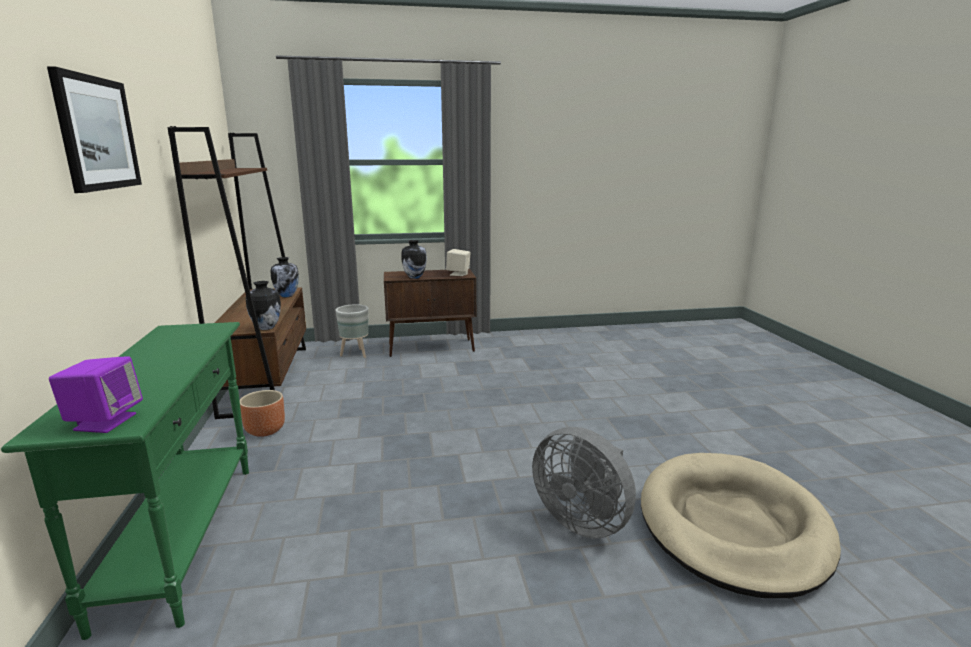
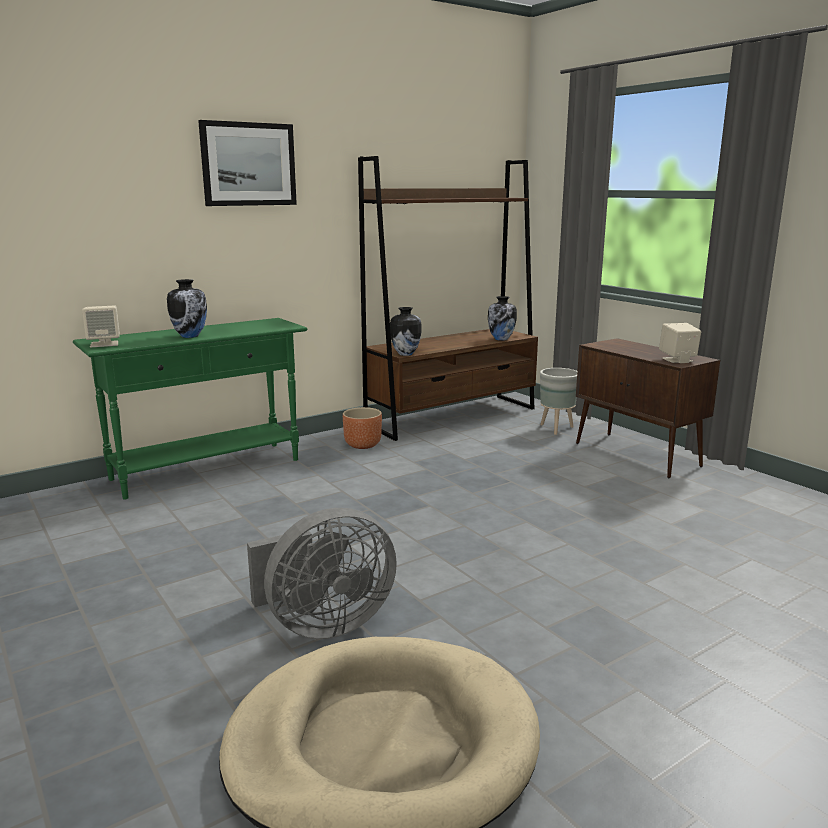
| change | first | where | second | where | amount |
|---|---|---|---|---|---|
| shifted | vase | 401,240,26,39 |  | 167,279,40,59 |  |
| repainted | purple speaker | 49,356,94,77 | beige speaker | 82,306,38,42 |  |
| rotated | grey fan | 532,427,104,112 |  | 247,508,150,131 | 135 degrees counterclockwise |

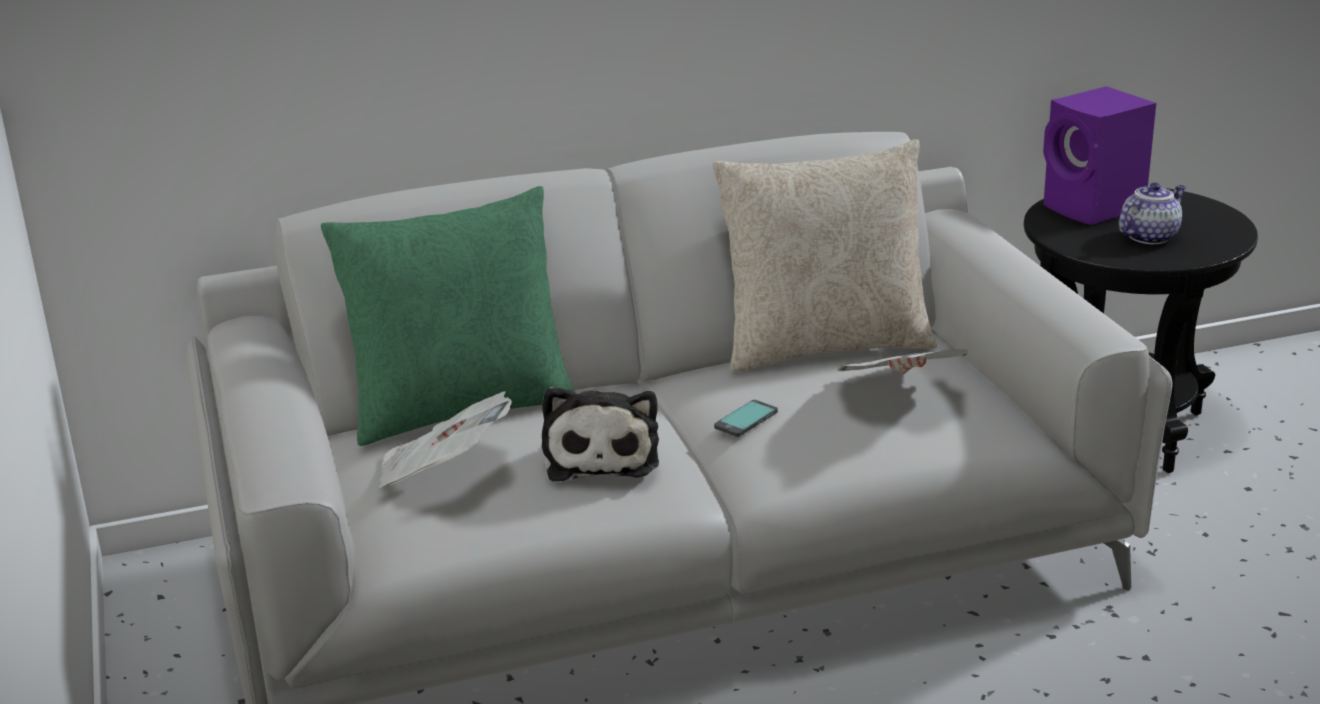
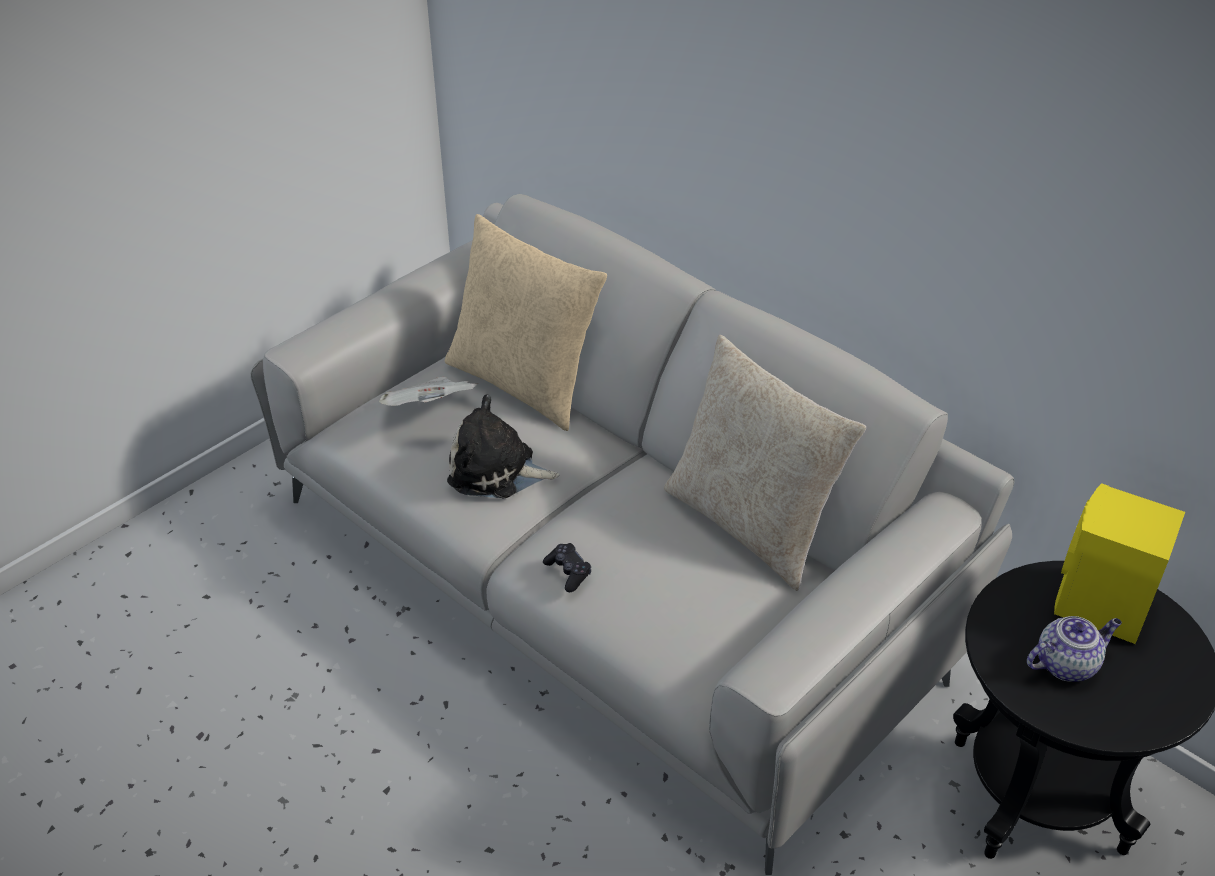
| change | first | where | second | where | amount |
|---|---|---|---|---|---|
| gone | phone | 714,400,64,37 |  |  |  |
| gone | newspaper | 837,349,131,25 |  |  |  |
| new |  |  | black game controller | 543,543,48,49 |  |
| repainted | green pillow | 321,186,254,260 | beige pillow | 445,214,162,217 |  |
| repainted | purple speaker | 1043,86,113,139 | yellow speaker | 1054,483,131,161 |  |
| rotated | plush toy | 542,387,117,95 |  | 447,395,112,104 | 45 degrees clockwise |
| rotated | teapot | 1119,182,67,62 |  | 1027,616,95,66 | 45 degrees counterclockwise |

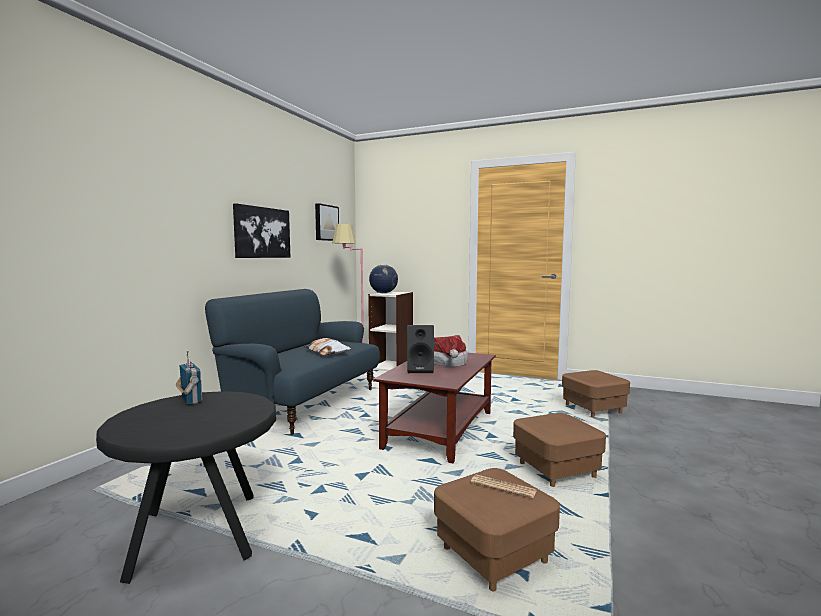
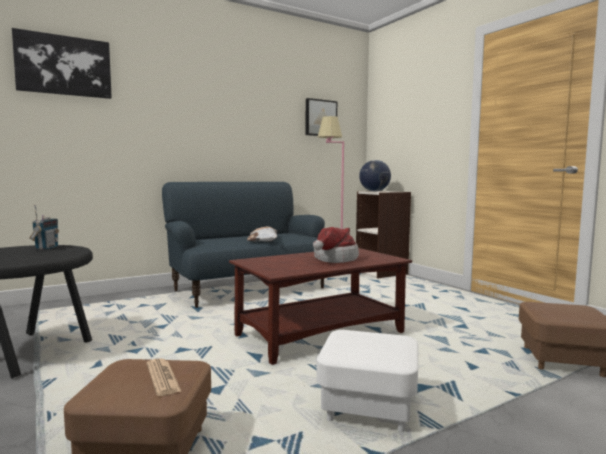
| change | first | where | second | where | amount |
|---|---|---|---|---|---|
| gone | black speaker | 407,325,27,48 |  |  |  |
| shifted | picture | 233,203,57,55 |  | 12,28,100,71 |  |
| repainted | brown ottoman | 513,413,93,74 | white ottoman | 316,330,102,102 |  |

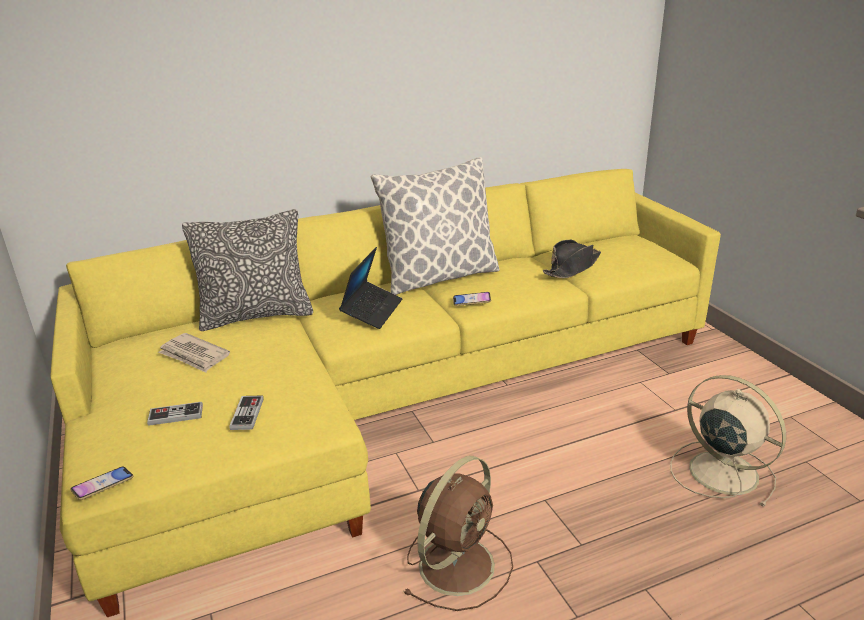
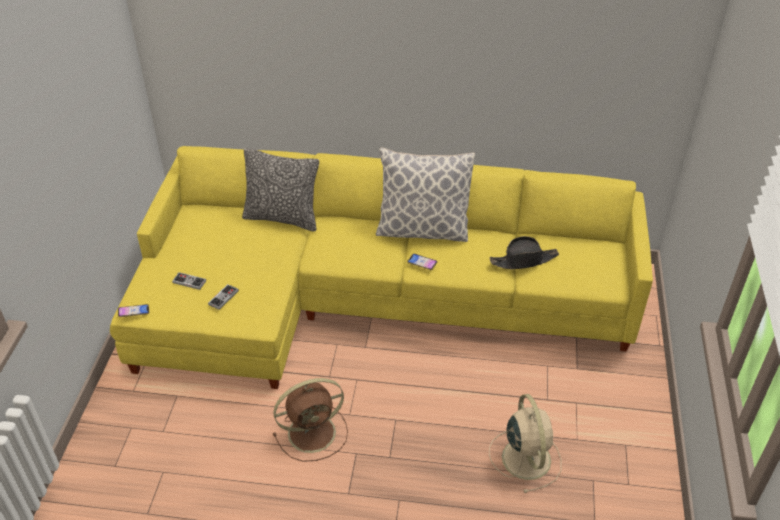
| change | first | where | second | where | amount |
|---|---|---|---|---|---|
| gone | newspaper | 158,333,72,40 |  |  |  |
| gone | laptop | 339,247,63,82 |  |  |  |

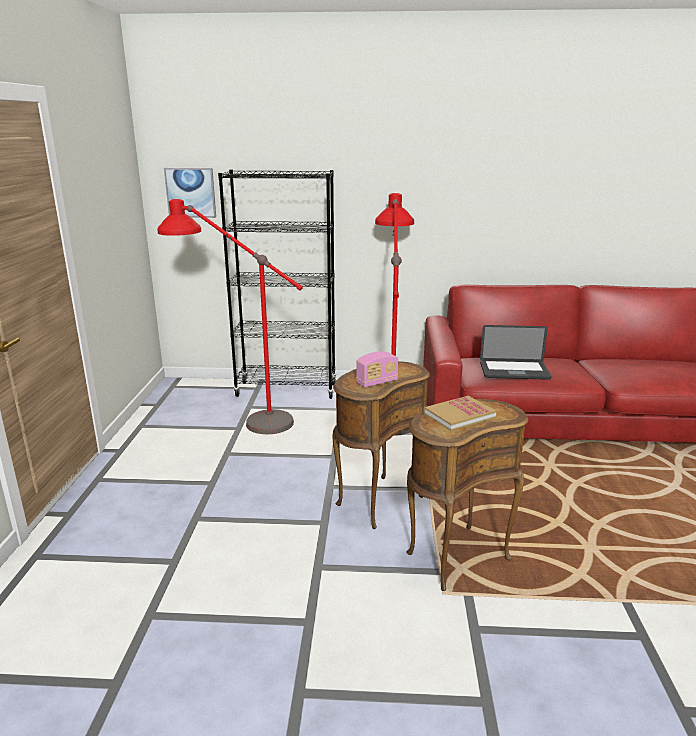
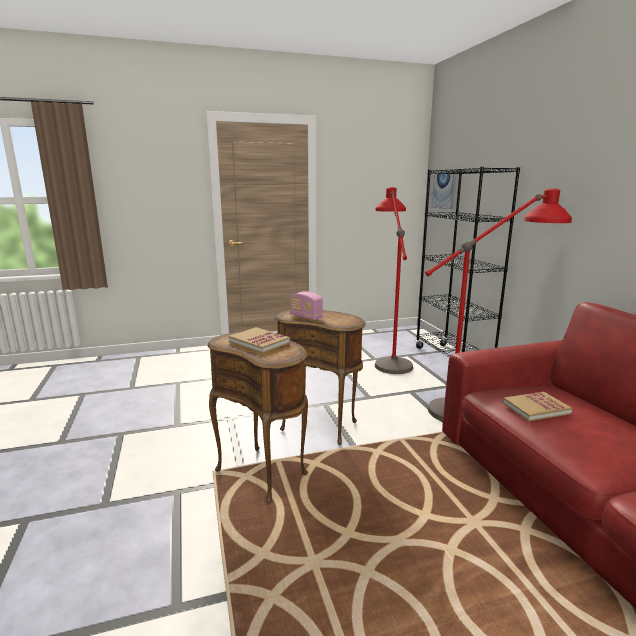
| change | first | where | second | where | amount |
|---|---|---|---|---|---|
| swapped | laptop | 480,325,72,55 | book | 503,392,69,29 |  |

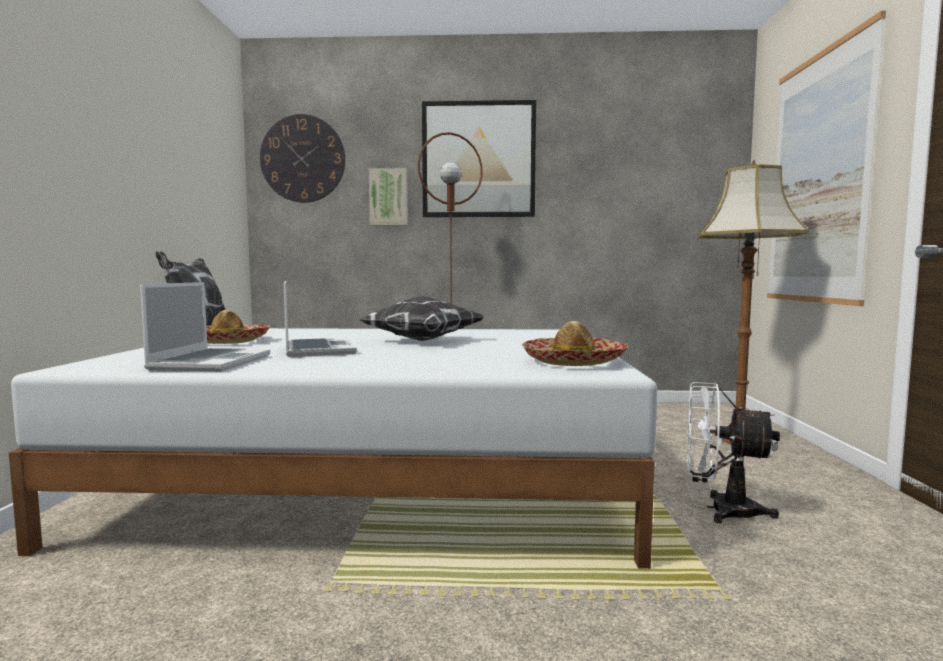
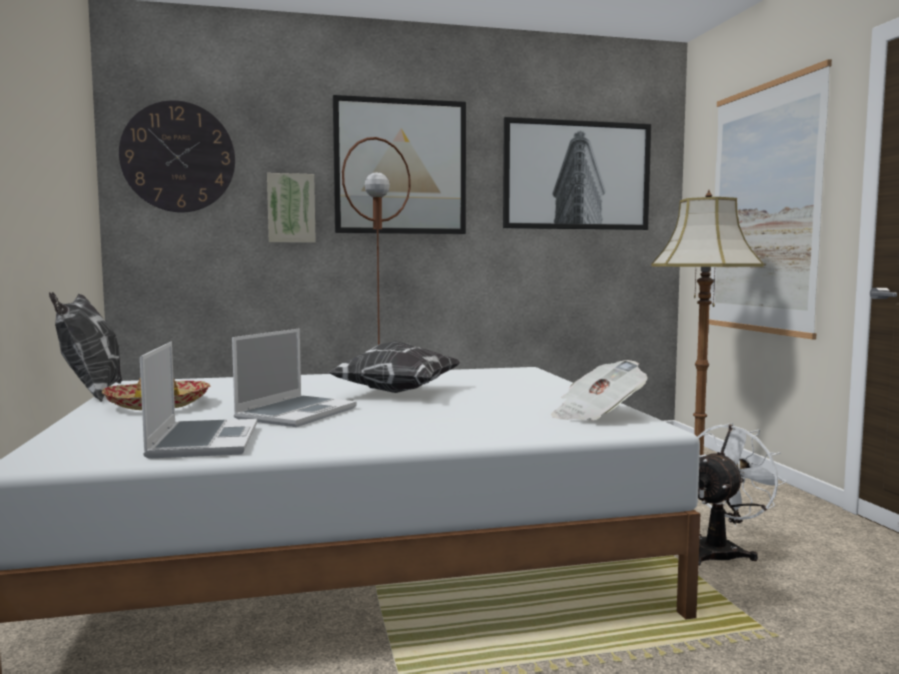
| change | first | where | second | where | amount |
|---|---|---|---|---|---|
| new |  |  | picture | 503,117,148,113 |  |
| swapped | hat | 522,321,106,45 | newspaper | 551,360,97,60 |  |
| rotated | laptop | 284,281,73,76 |  | 232,329,125,98 | 60 degrees clockwise |
| rotated | white fan | 687,382,93,141 |  | 697,423,90,143 | 135 degrees clockwise |

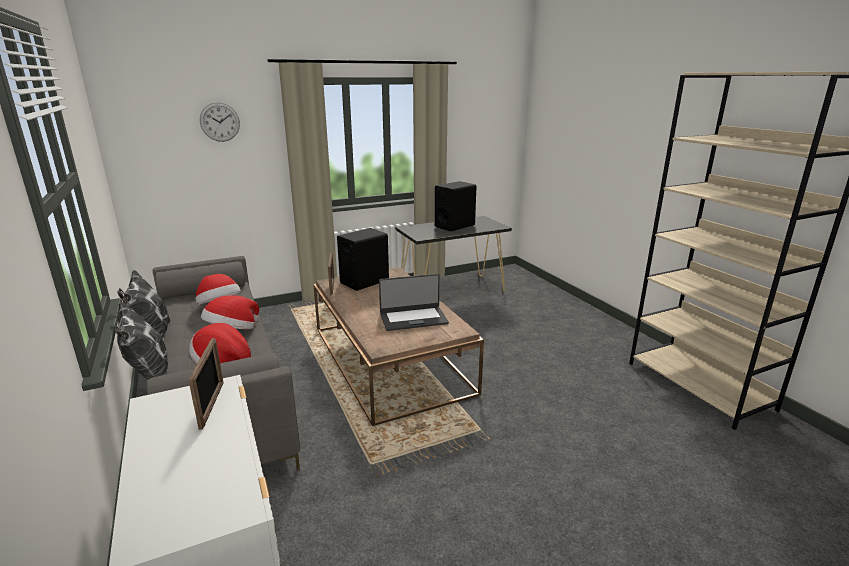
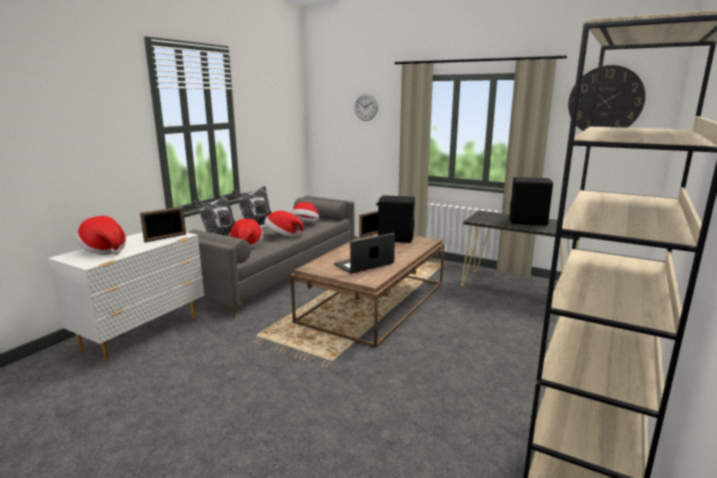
| change | first | where | second | where | amount |
|---|---|---|---|---|---|
| new |  |  | hat | 76,216,50,39 |  |
| new |  |  | wall clock | 568,65,77,66 |  |
| rotated | laptop | 379,274,70,57 |  | 334,233,61,41 | 105 degrees clockwise |

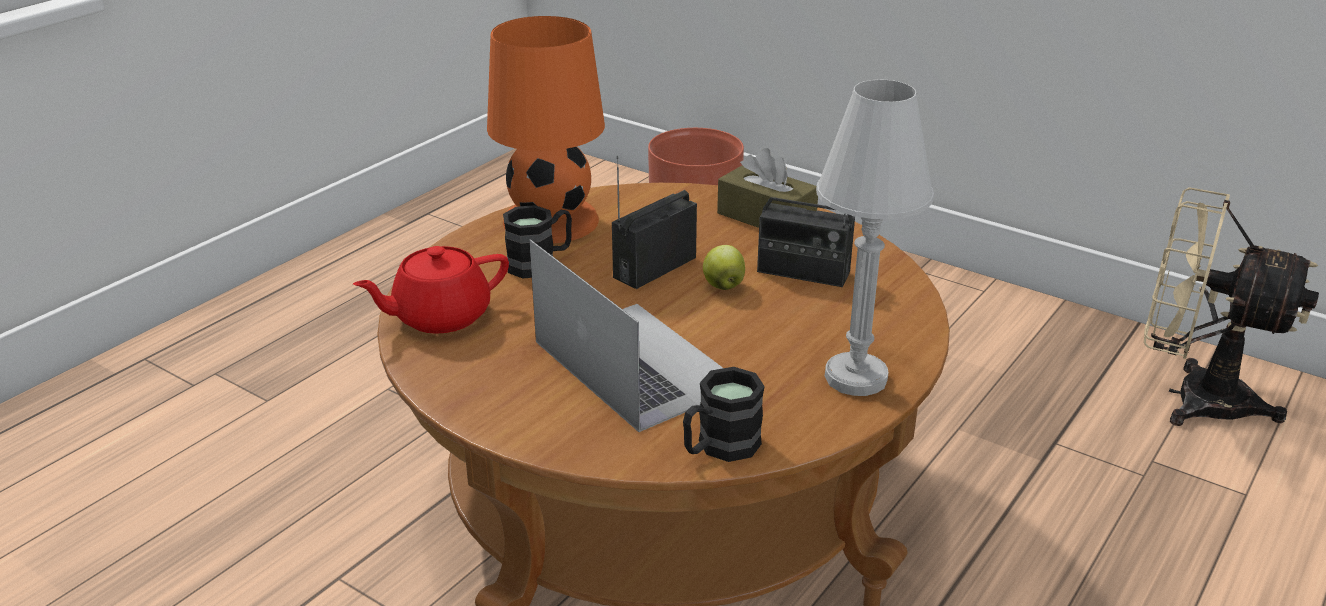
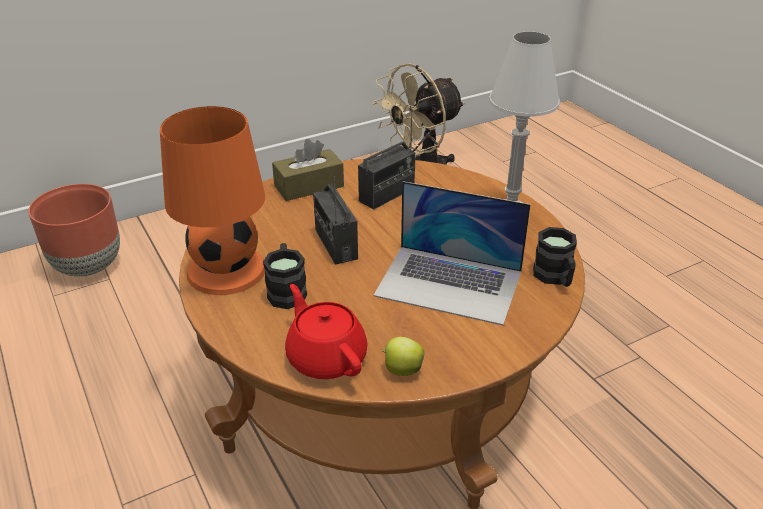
| change | first | where | second | where | amount |
|---|---|---|---|---|---|
| shifted | apple | 703,245,42,45 |  | 382,337,43,39 |  |
| rotated | red teapot | 353,246,156,88 |  | 285,284,83,95 | 150 degrees clockwise |
| rotated | laptop | 529,239,194,193 |  | 373,181,158,144 | 150 degrees counterclockwise |

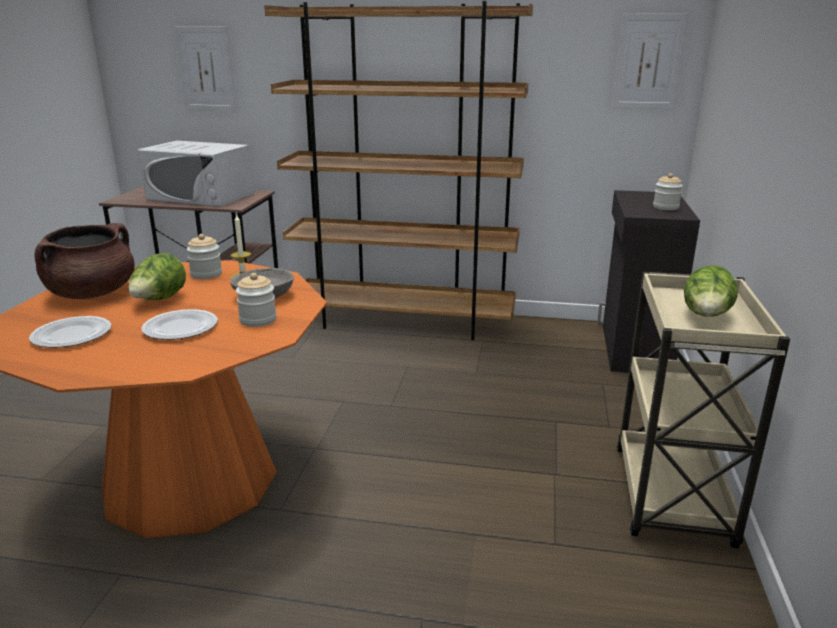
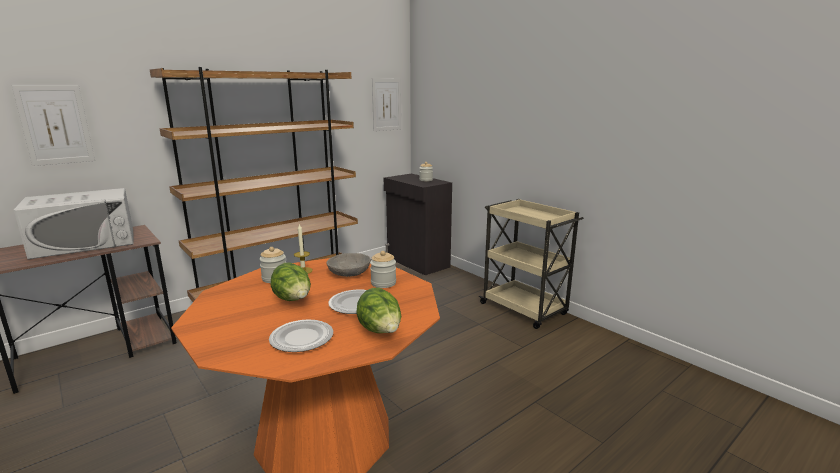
| change | first | where | second | where | amount |
|---|---|---|---|---|---|
| gone | brown cooking pot | 34,223,101,76 |  |  |  |
| shifted | lettuce | 684,265,54,52 |  | 356,287,45,46 |  |

